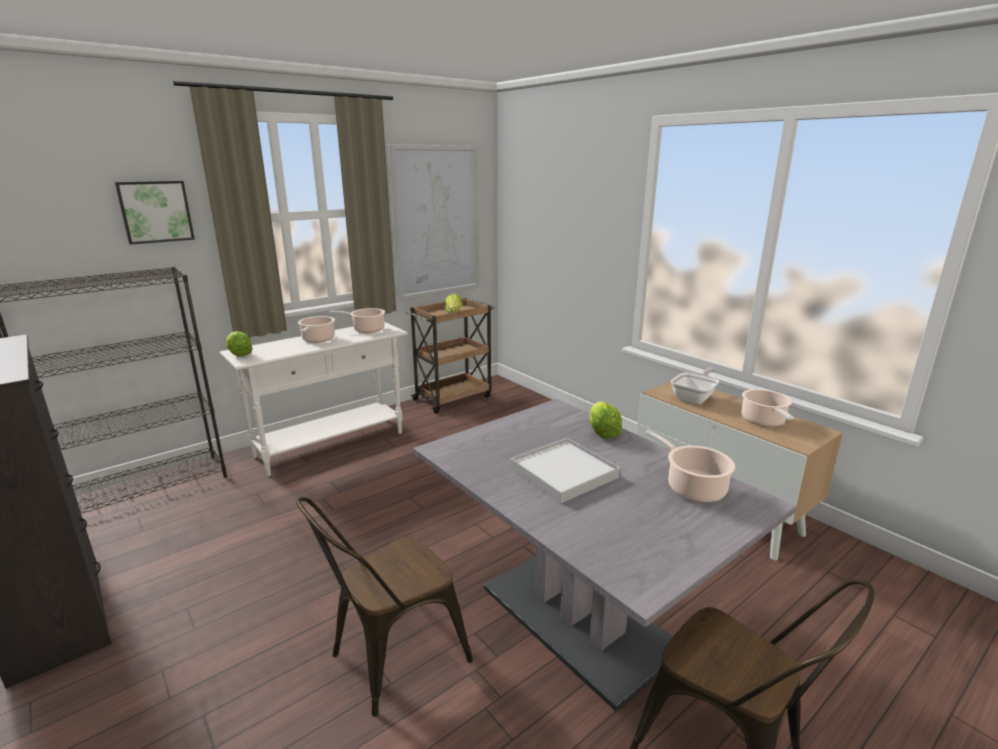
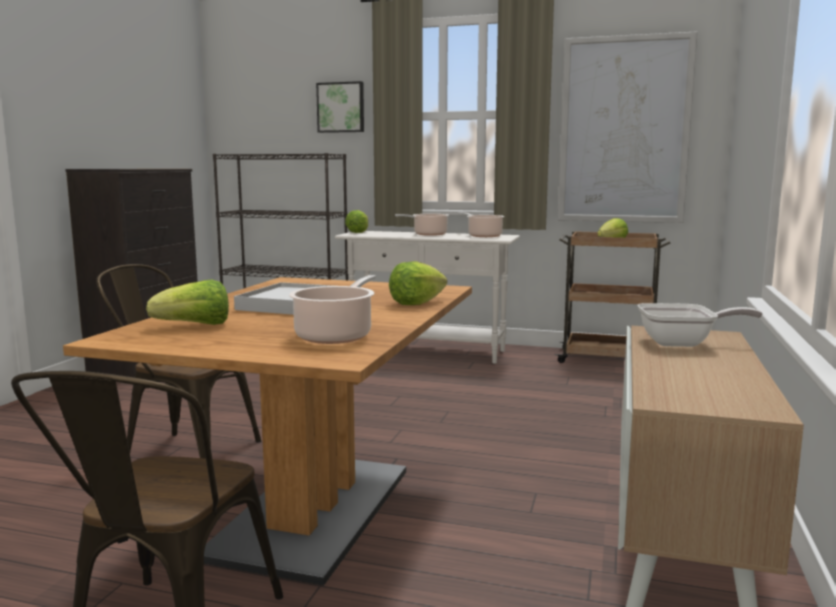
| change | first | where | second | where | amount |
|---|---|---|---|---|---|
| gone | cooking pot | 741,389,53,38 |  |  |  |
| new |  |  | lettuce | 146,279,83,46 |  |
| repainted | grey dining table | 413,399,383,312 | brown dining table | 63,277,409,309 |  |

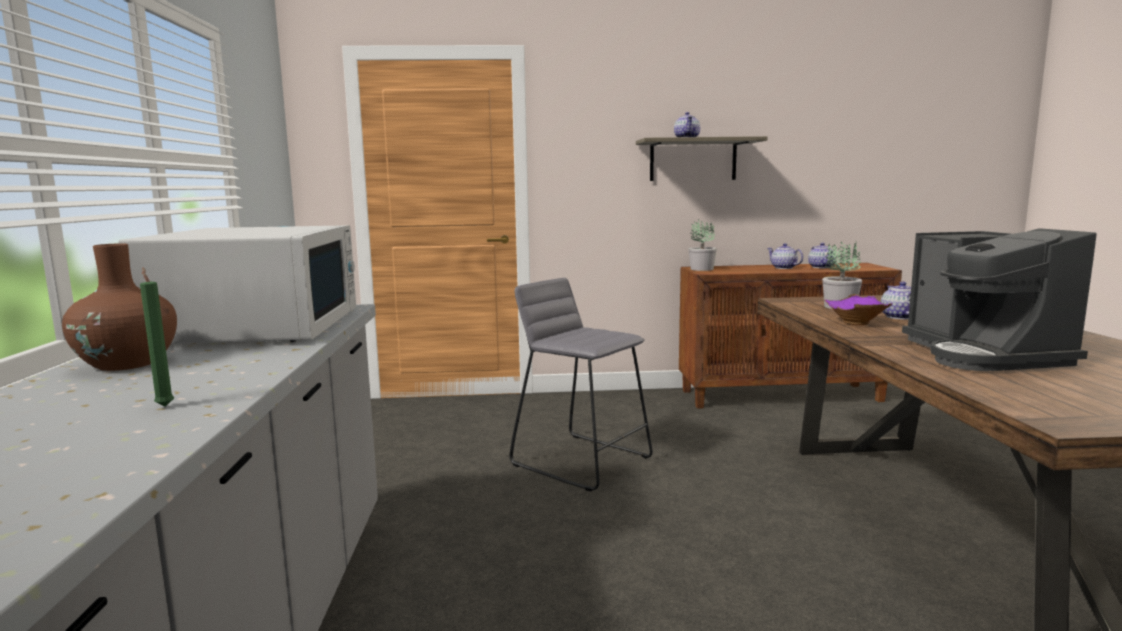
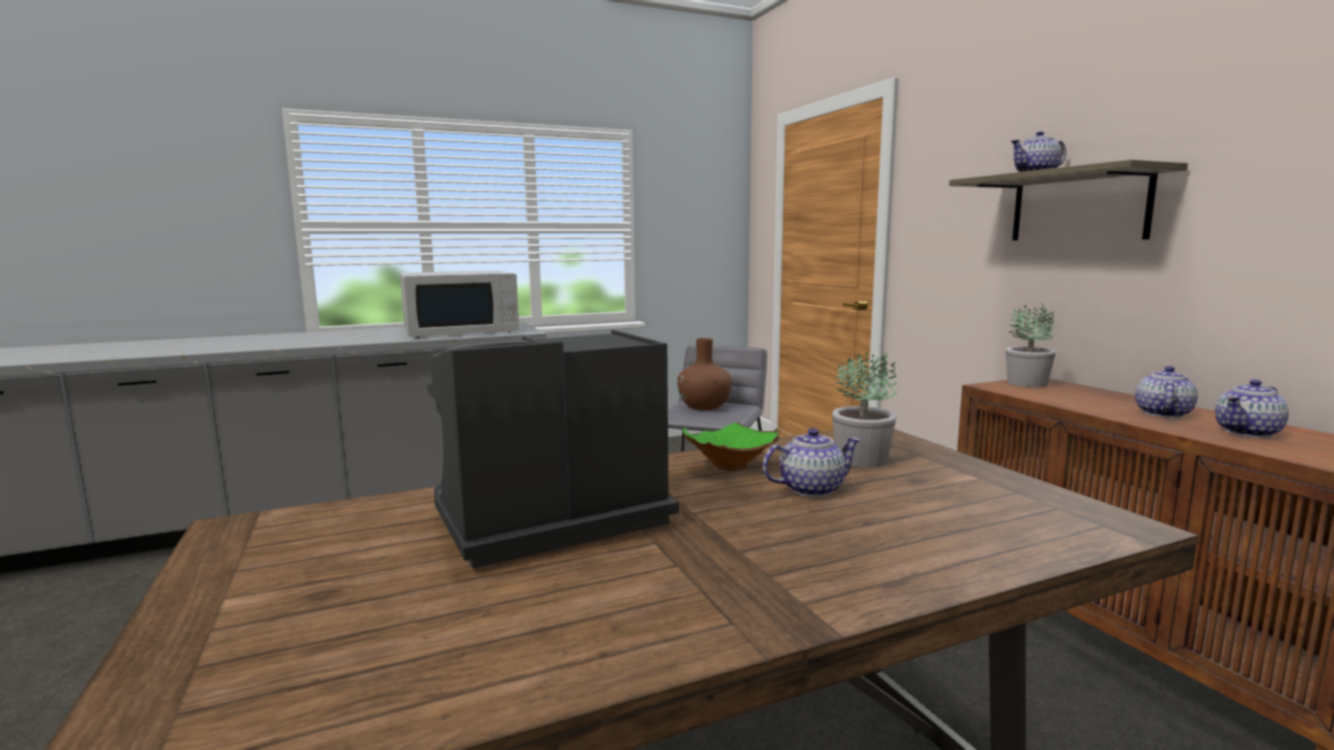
| change | first | where | second | where | amount |
|---|---|---|---|---|---|
| gone | green candle | 140,267,34,140 |  |  |  |
| shifted | brown vase | 62,243,115,128 |  | 677,338,55,72 |  |
| repainted | purple bowl | 824,294,68,31 | green bowl | 683,422,97,49 |  |

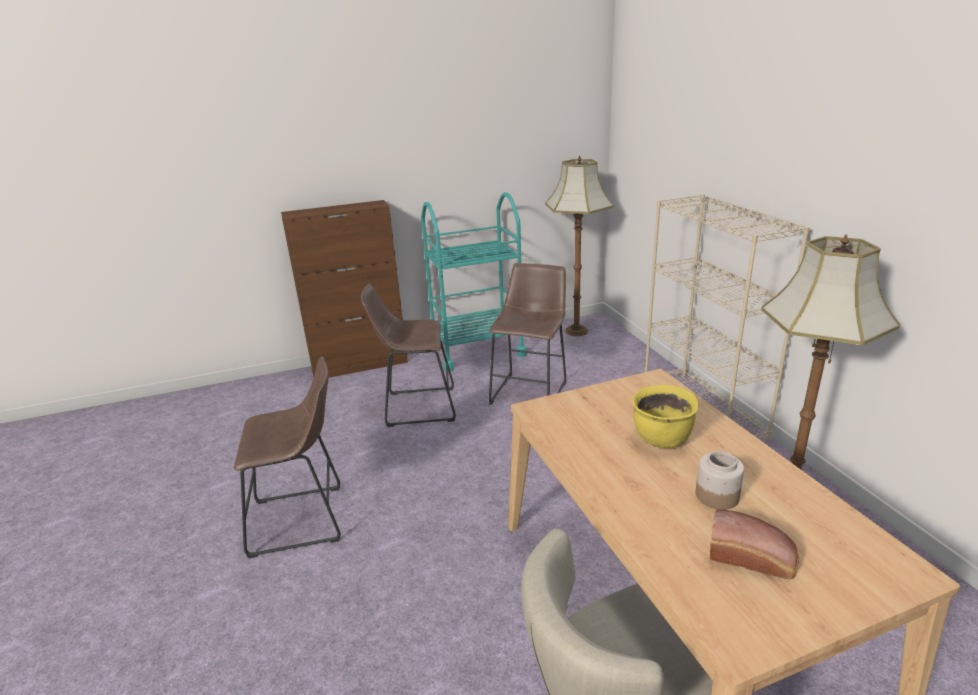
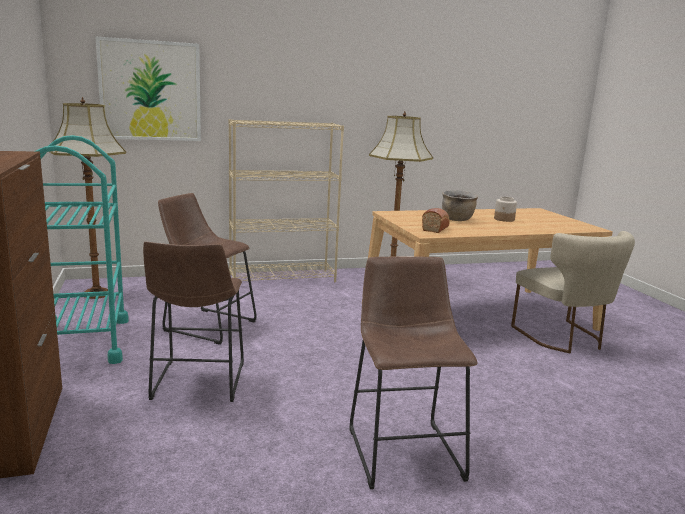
| change | first | where | second | where | amount |
|---|---|---|---|---|---|
| new |  |  | picture | 95,36,106,105 |  |
| shifted | bread | 710,509,88,71 |  | 422,208,28,25 |  |
| repainted | yellow cooking pot | 632,385,67,63 | brown cooking pot | 442,190,36,31 |  |

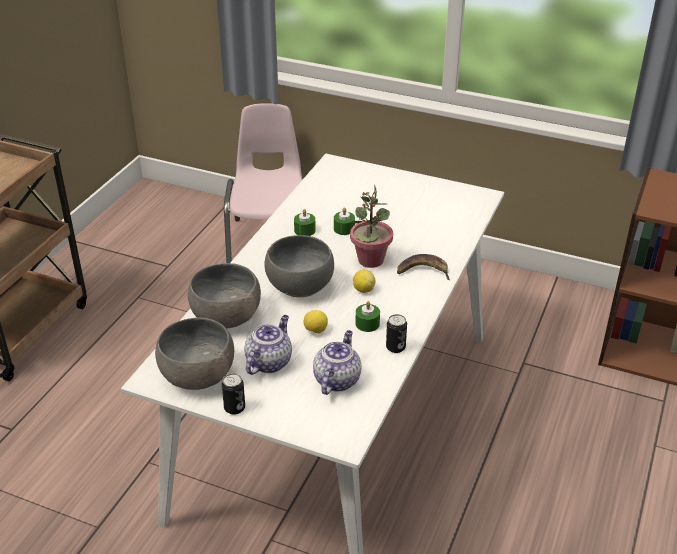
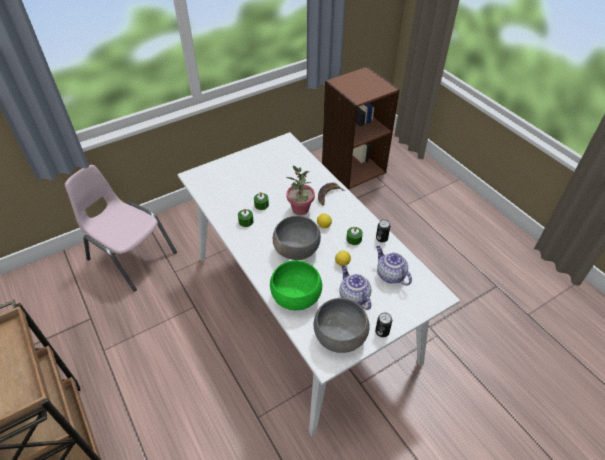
| change | first | where | second | where | amount |
|---|---|---|---|---|---|
| repainted | grey bowl | 188,263,73,65 | green bowl | 270,260,52,50 |  |

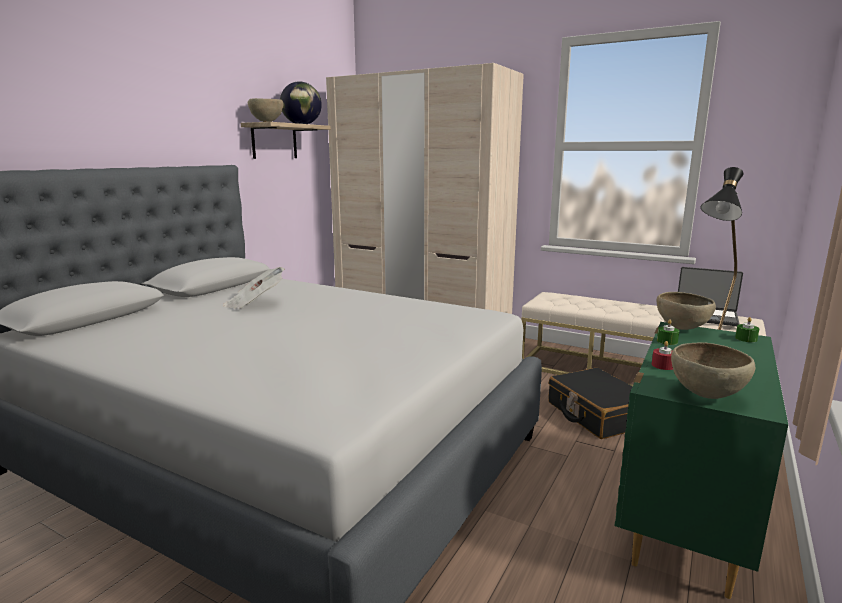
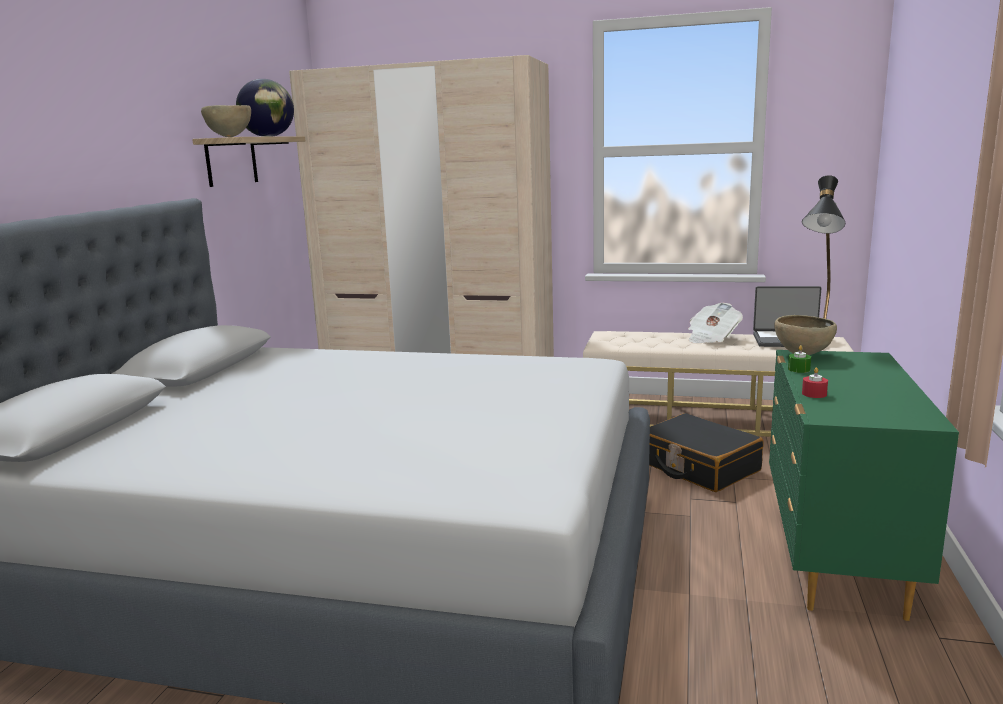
| change | first | where | second | where | amount |
|---|---|---|---|---|---|
| gone | brown bowl | 671,342,84,57 |  |  |  |
| gone | green candle | 735,317,24,25 |  |  |  |
| shifted | newspaper | 223,267,62,42 |  | 688,303,55,40 |  |

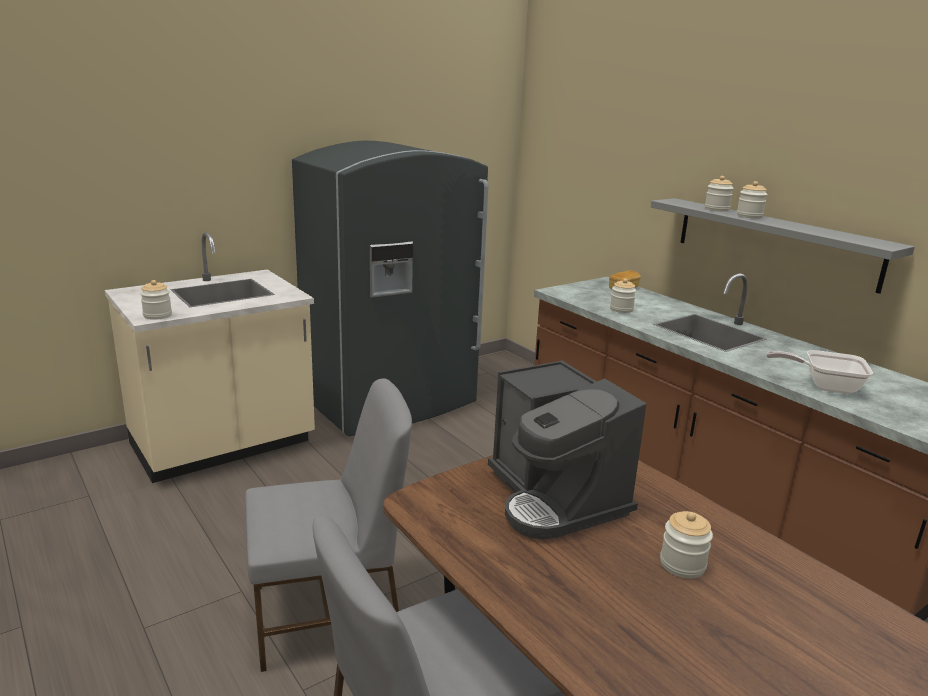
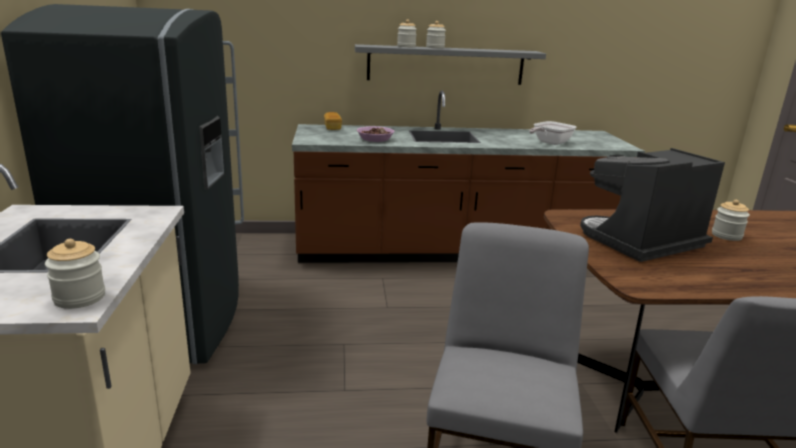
| change | first | where | second | where | amount |
|---|---|---|---|---|---|
| swapped | jar | 610,279,26,34 | bowl | 357,126,37,16 |  |
| rotated | coffee machine | 488,361,158,179 |  | 580,148,145,114 | 150 degrees clockwise |

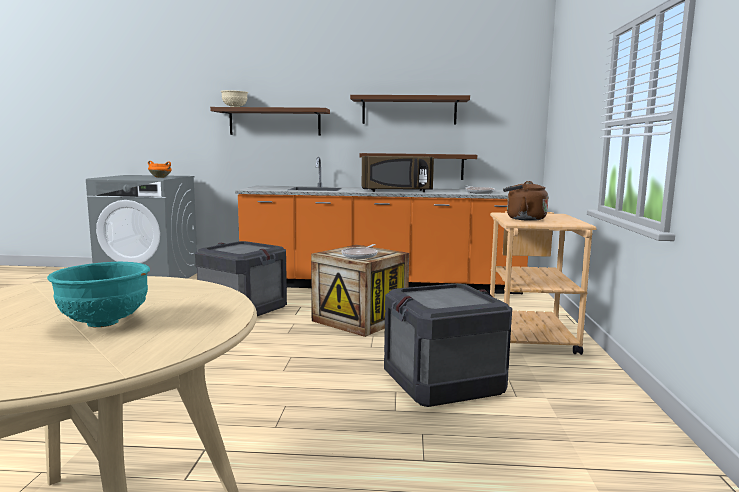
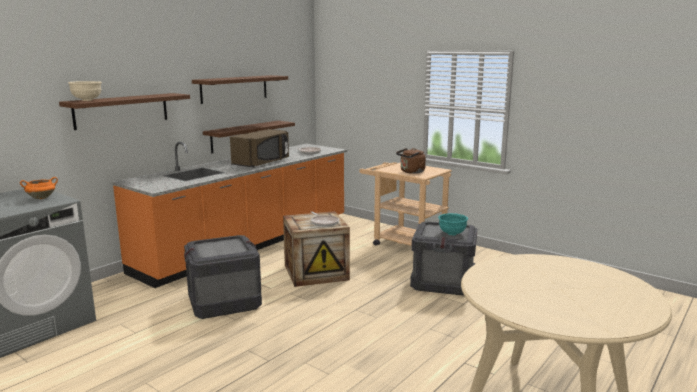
| change | first | where | second | where | amount |
|---|---|---|---|---|---|
| shifted | turquoise bowl | 47,262,103,65 |  | 438,213,30,23 |  |

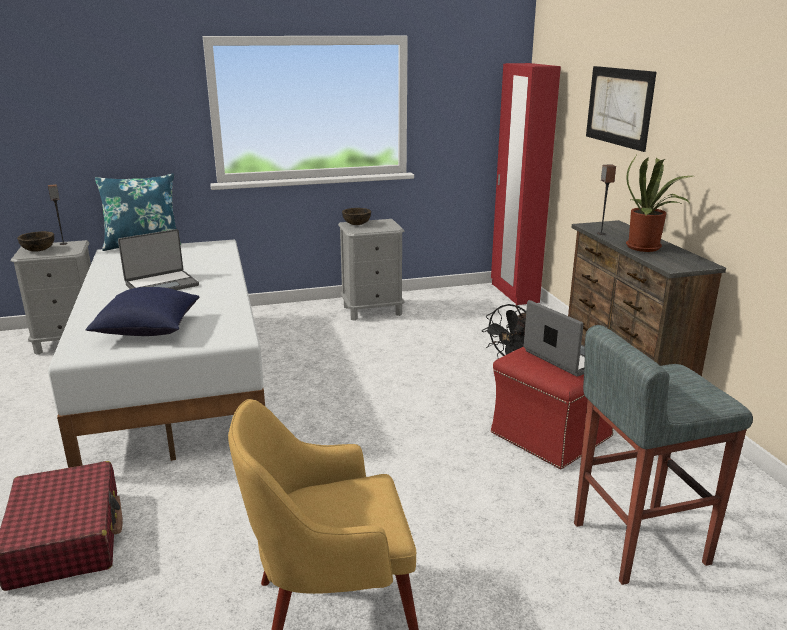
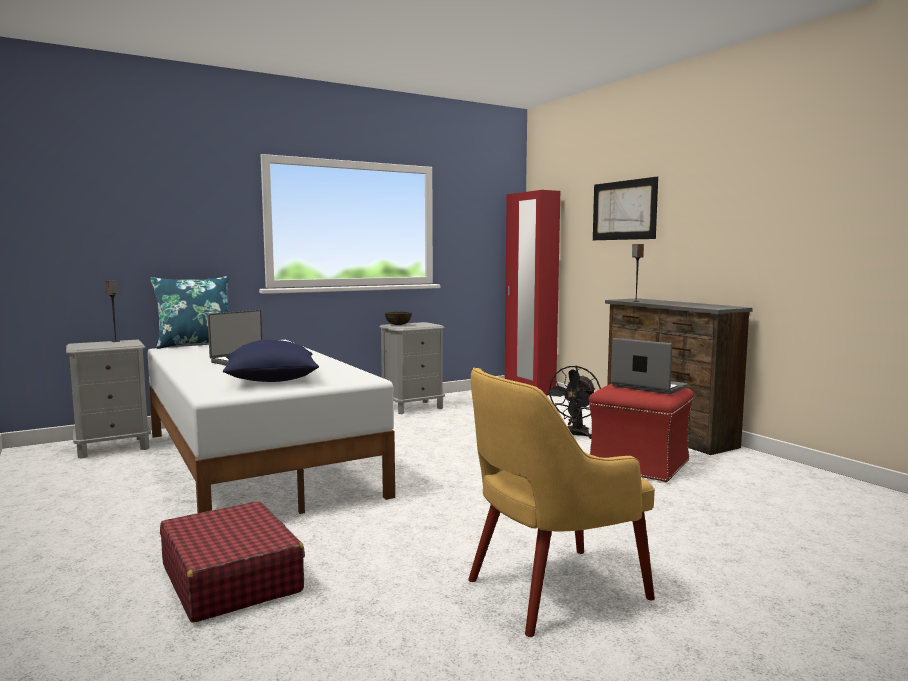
| change | first | where | second | where | amount |
|---|---|---|---|---|---|
| gone | brown bowl | 17,231,37,21 |  |  |  |
| gone | grey stool | 574,325,179,260 |  |  |  |
| gone | potted plant | 626,155,66,97 |  |  |  |

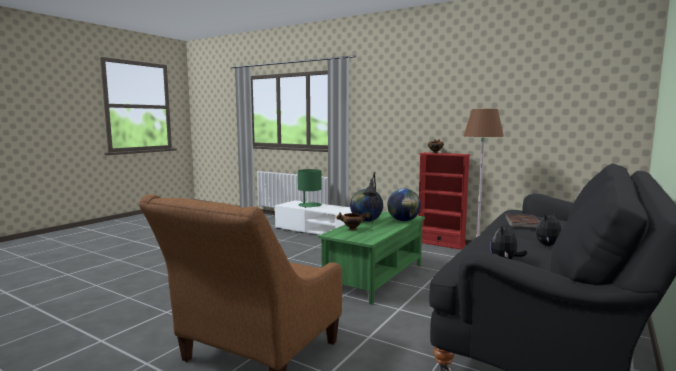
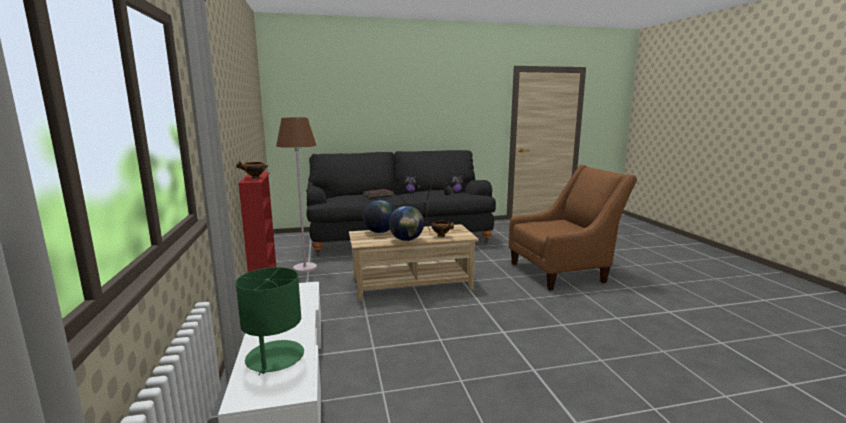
| change | first | where | second | where | amount |
|---|---|---|---|---|---|
| repainted | green coffee table | 318,211,107,93 | beige coffee table | 349,224,130,77 |  |

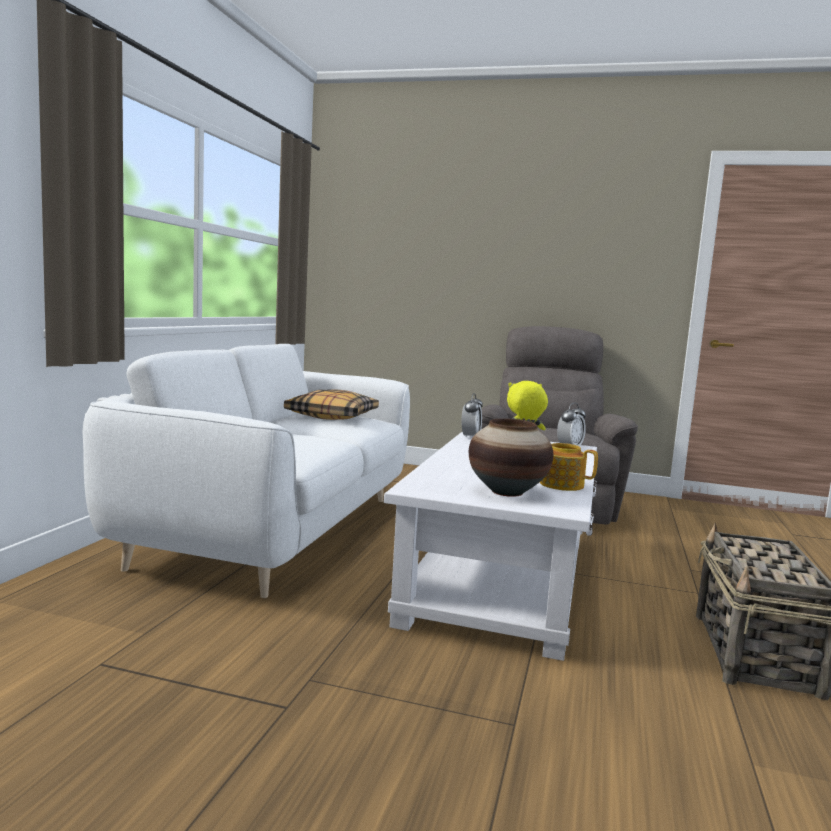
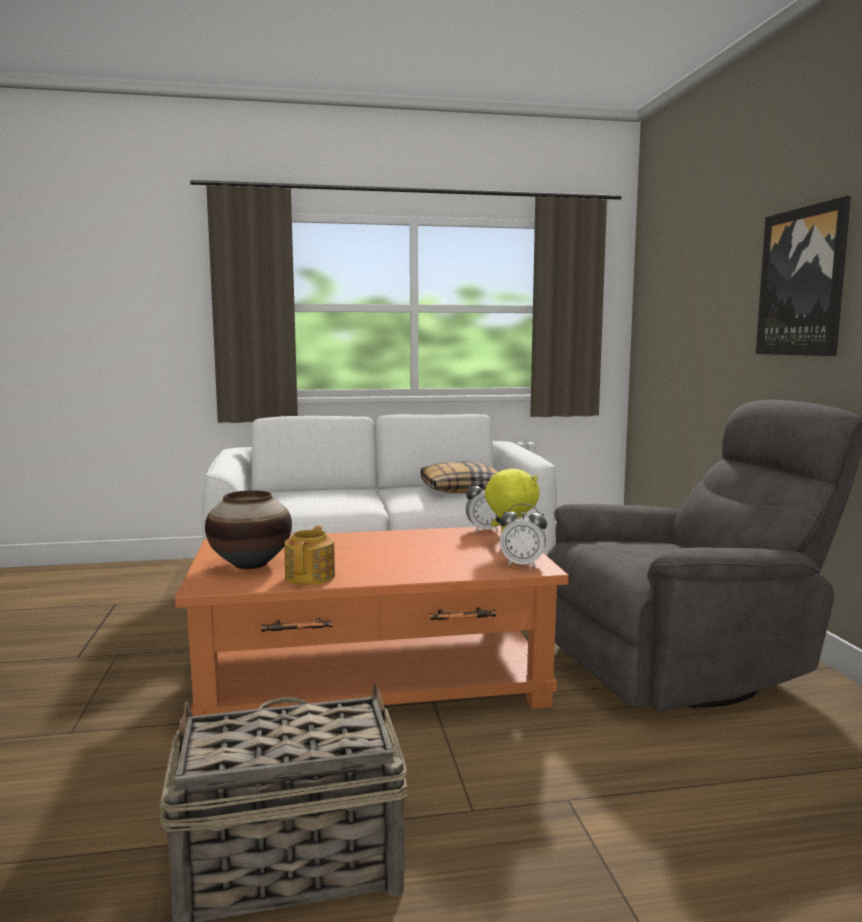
| change | first | where | second | where | amount |
|---|---|---|---|---|---|
| new |  |  | picture | 756,196,95,160 |  |
| repainted | white coffee table | 384,432,213,229 | orange coffee table | 175,526,394,190 |  |

